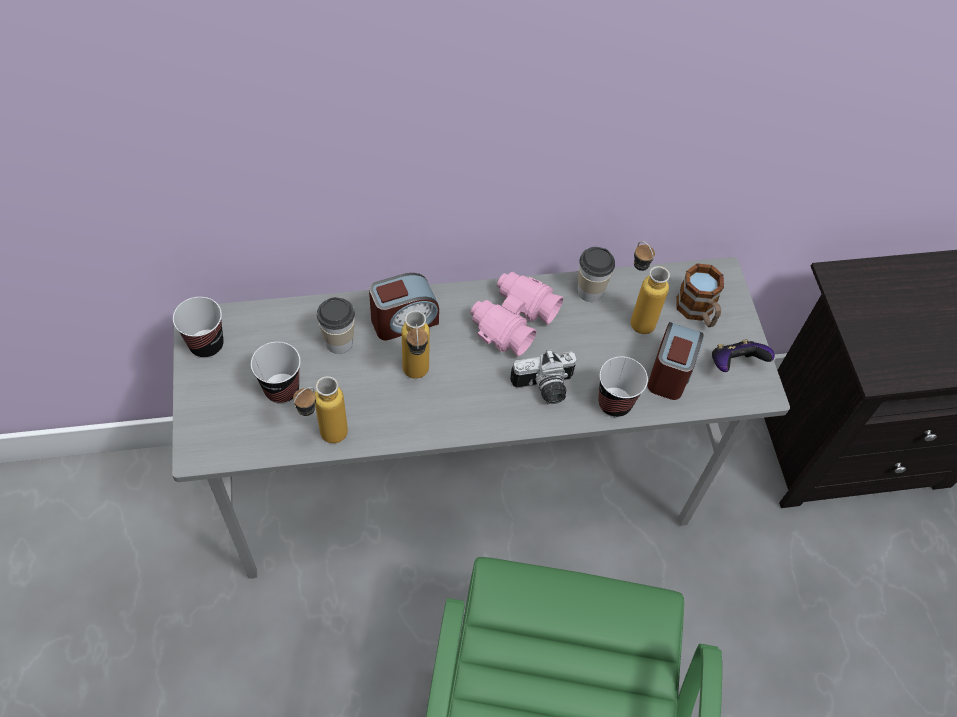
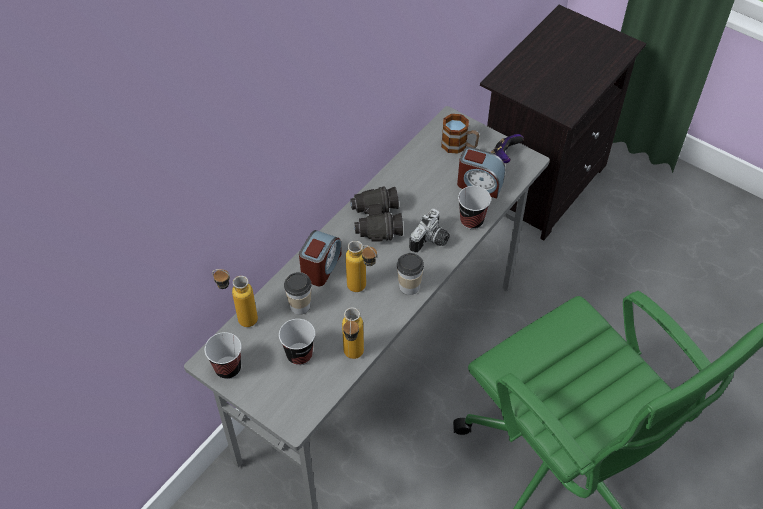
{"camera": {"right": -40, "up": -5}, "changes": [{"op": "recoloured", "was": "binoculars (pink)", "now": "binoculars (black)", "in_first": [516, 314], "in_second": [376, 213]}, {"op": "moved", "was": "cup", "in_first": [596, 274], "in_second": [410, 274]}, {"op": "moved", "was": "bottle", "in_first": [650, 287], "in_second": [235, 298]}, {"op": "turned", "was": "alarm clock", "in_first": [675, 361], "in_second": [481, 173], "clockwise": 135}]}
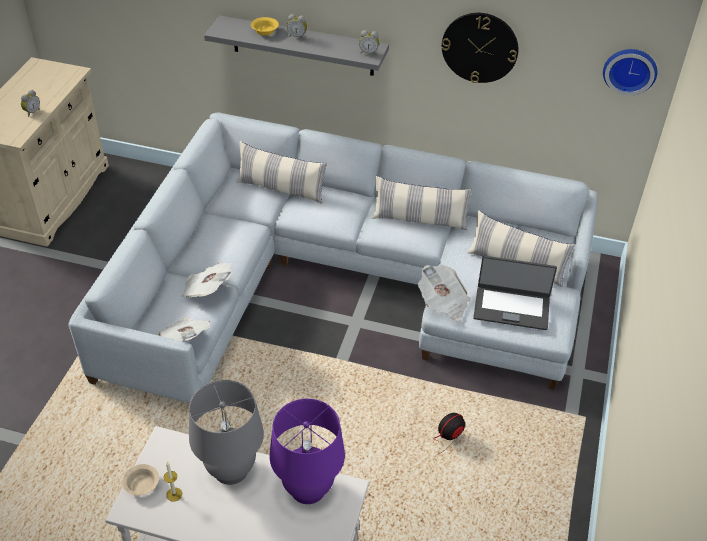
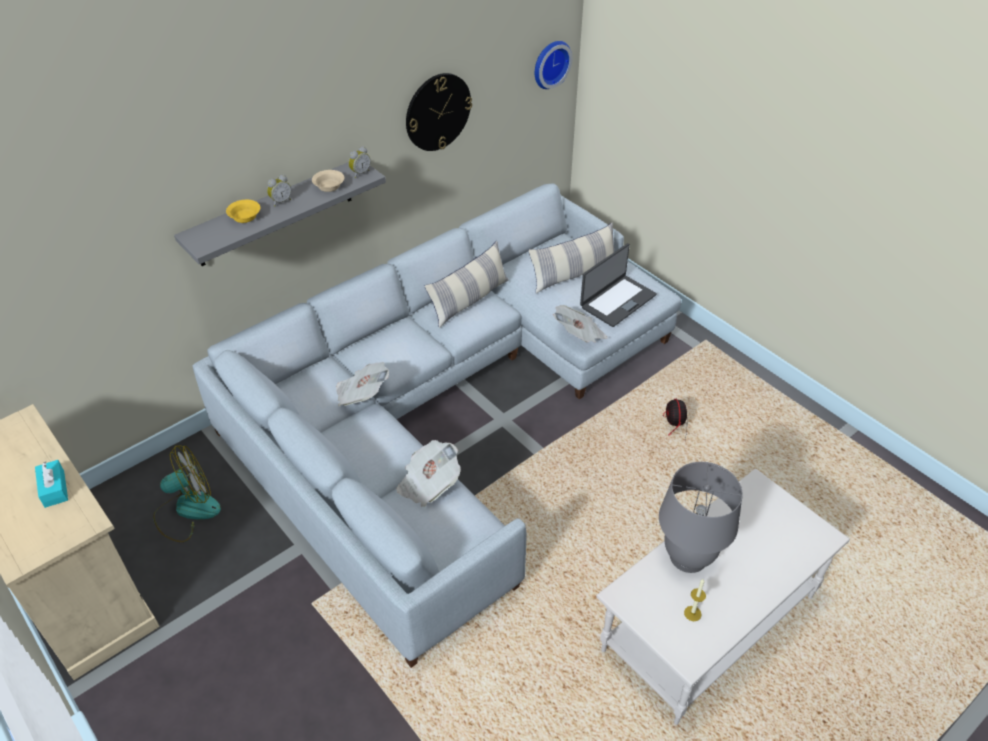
{"camera": {"right": -55, "up": 0}, "changes": [{"op": "replaced", "was": "alarm clock", "now": "tissue box (turquoise)", "in_first": [30, 103], "in_second": [51, 484]}, {"op": "moved", "was": "bowl (beige)", "in_first": [140, 480], "in_second": [328, 181]}, {"op": "moved", "was": "newspaper", "in_first": [183, 330], "in_second": [362, 384]}, {"op": "removed", "was": "pillow", "in_first": [281, 172]}, {"op": "removed", "was": "table lamp (purple)", "in_first": [307, 451]}, {"op": "added", "now": "fan", "in_second": [187, 494]}]}
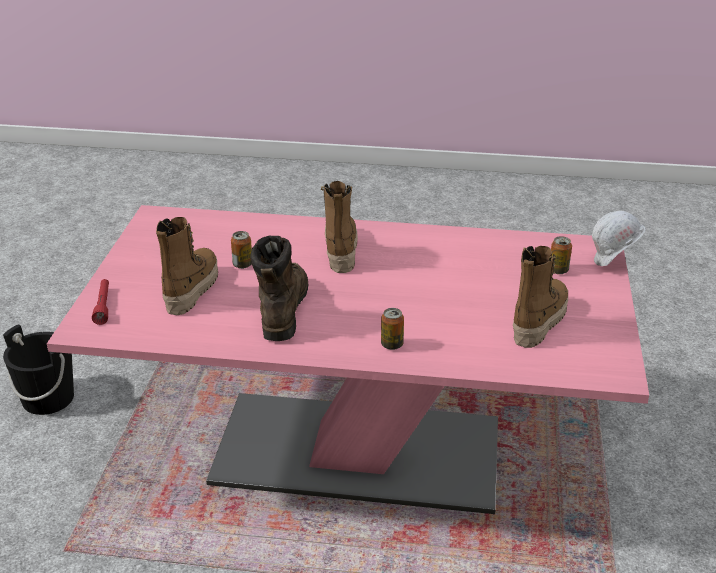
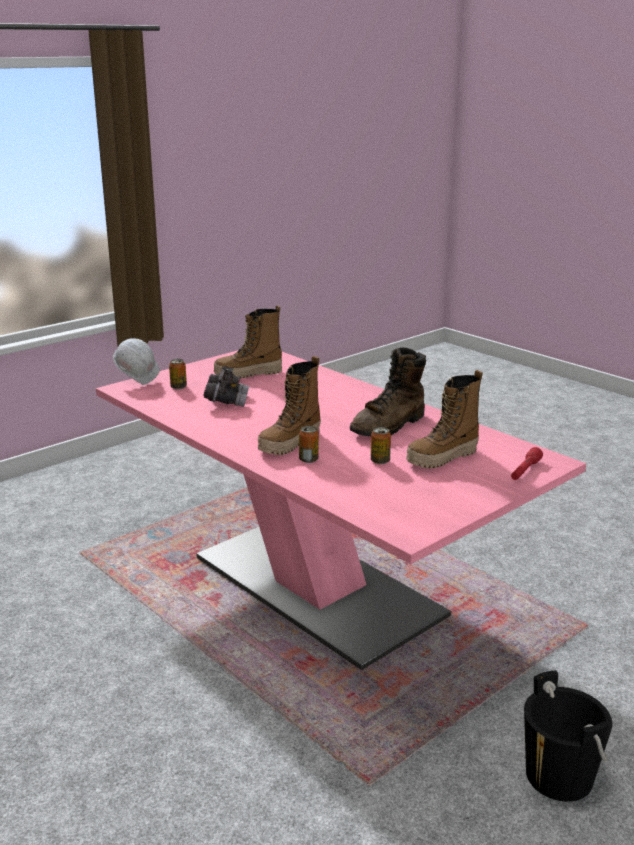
{"camera": {"right": -140, "up": -10}, "changes": [{"op": "moved", "was": "can", "in_first": [392, 329], "in_second": [309, 444]}, {"op": "added", "now": "binoculars (grey)", "in_second": [226, 387]}]}
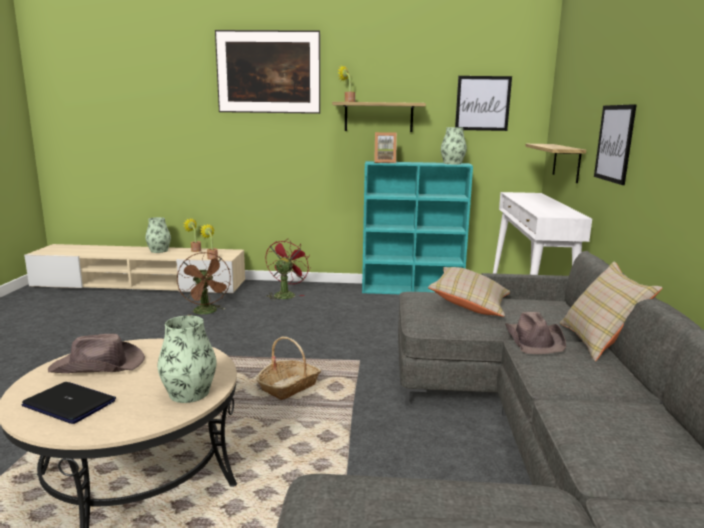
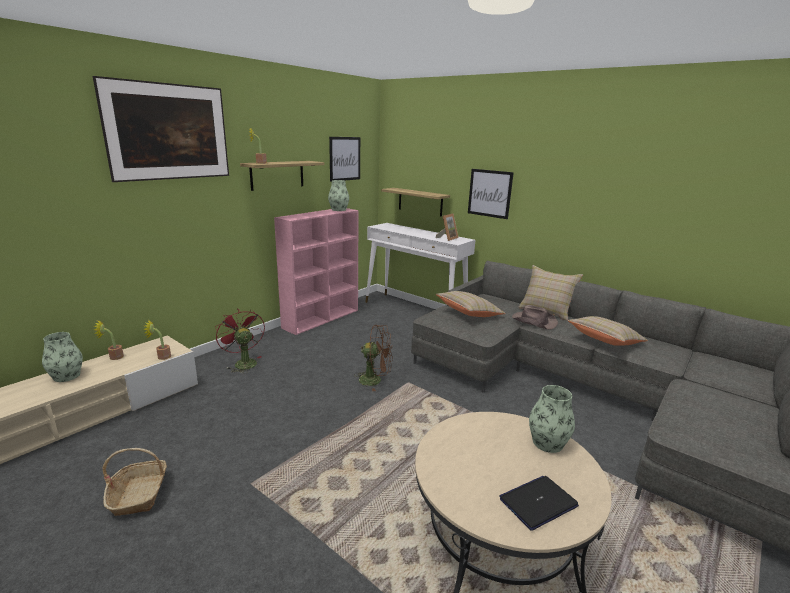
{"camera": {"right": -55, "up": 5}, "changes": [{"op": "removed", "was": "hat (brown)", "in_first": [96, 353]}, {"op": "moved", "was": "fan (brown)", "in_first": [204, 284], "in_second": [374, 358]}, {"op": "moved", "was": "basket", "in_first": [289, 368], "in_second": [135, 482]}, {"op": "recoloured", "was": "bookcase (turquoise)", "now": "bookcase (pink)", "in_first": [417, 227], "in_second": [316, 271]}, {"op": "moved", "was": "picture frame", "in_first": [385, 147], "in_second": [447, 227]}, {"op": "added", "now": "pillow (beige)", "in_second": [608, 330]}]}
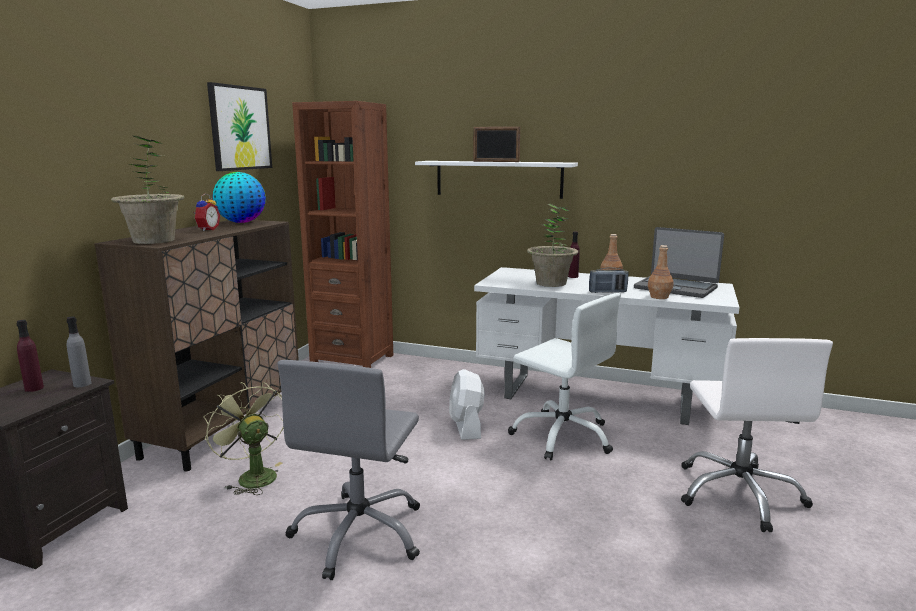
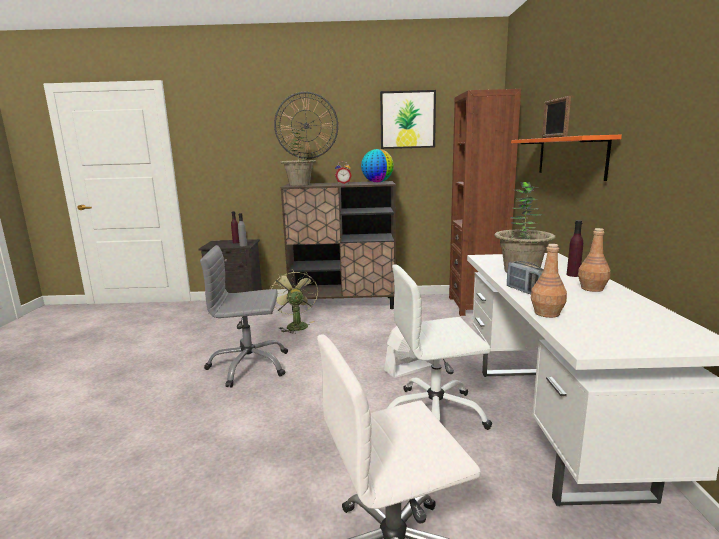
{"camera": {"right": 70, "up": 0}, "changes": [{"op": "turned", "was": "fan (green)", "in_first": [243, 438], "in_second": [294, 301], "clockwise": -45}, {"op": "recoloured", "was": "shelf (white)", "now": "shelf (orange)", "in_first": [496, 180], "in_second": [566, 158]}, {"op": "turned", "was": "office chair (white)", "in_first": [564, 376], "in_second": [440, 347], "clockwise": 60}, {"op": "removed", "was": "laptop", "in_first": [679, 262]}, {"op": "added", "now": "wall clock", "in_second": [306, 125]}]}
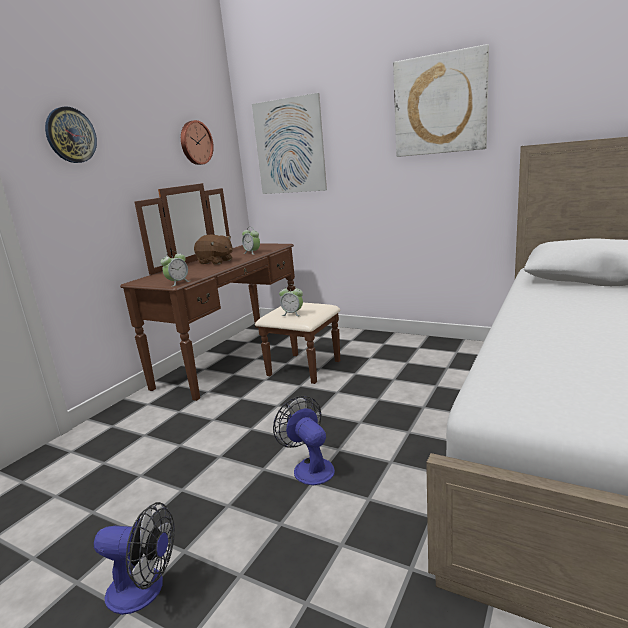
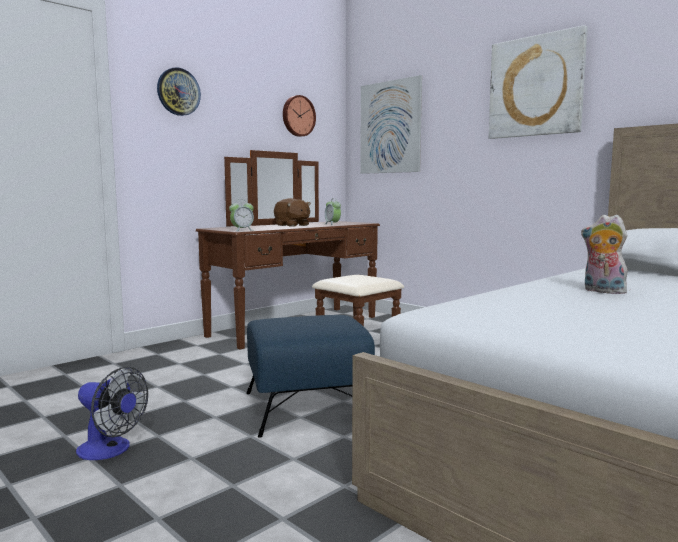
{"camera": {"right": 15, "up": -10}, "changes": [{"op": "replaced", "was": "fan", "now": "ottoman (blue)", "in_first": [304, 440], "in_second": [310, 376]}, {"op": "removed", "was": "alarm clock", "in_first": [291, 301]}, {"op": "added", "now": "plush toy", "in_second": [605, 254]}]}
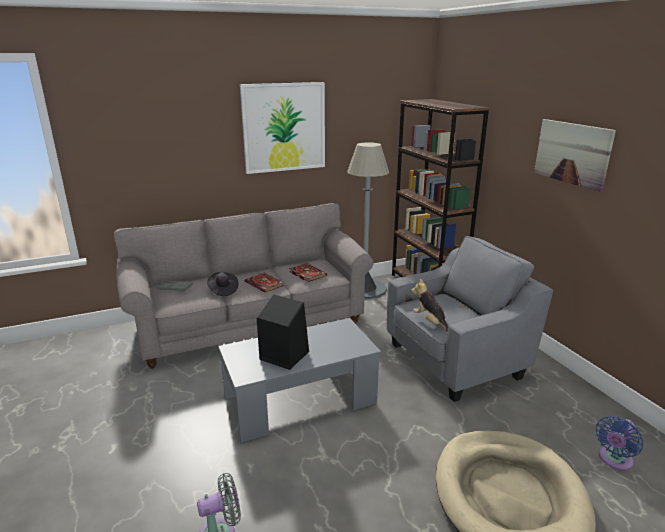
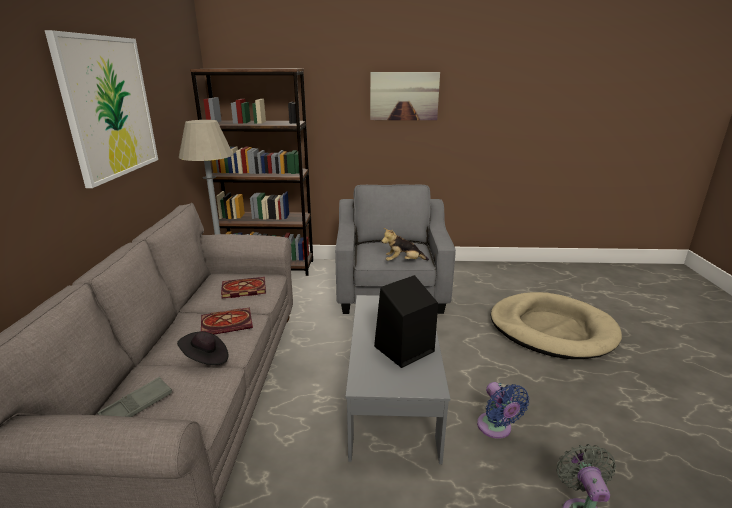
{"camera": {"right": -65, "up": 0}, "changes": [{"op": "moved", "was": "fan (blue)", "in_first": [619, 443], "in_second": [503, 410]}]}
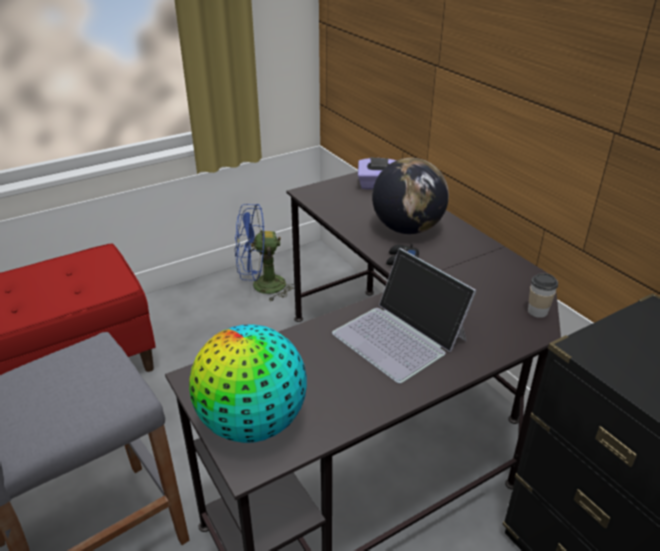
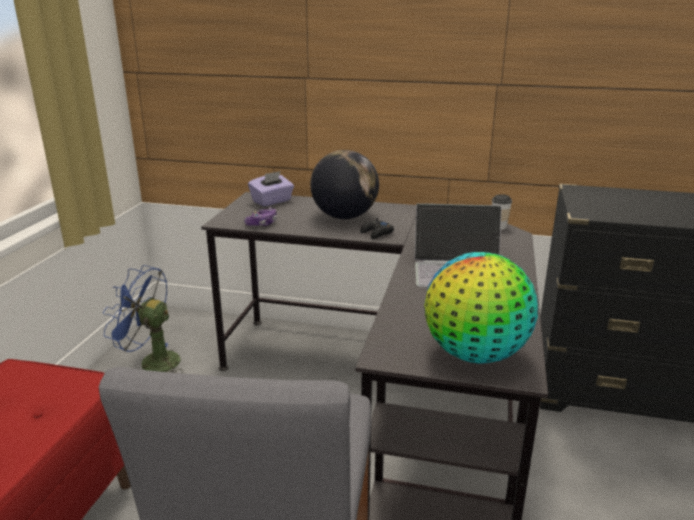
{"camera": {"right": -45, "up": -10}, "changes": [{"op": "turned", "was": "fan (blue)", "in_first": [265, 253], "in_second": [143, 319], "clockwise": 75}, {"op": "added", "now": "game controller", "in_second": [260, 216]}]}
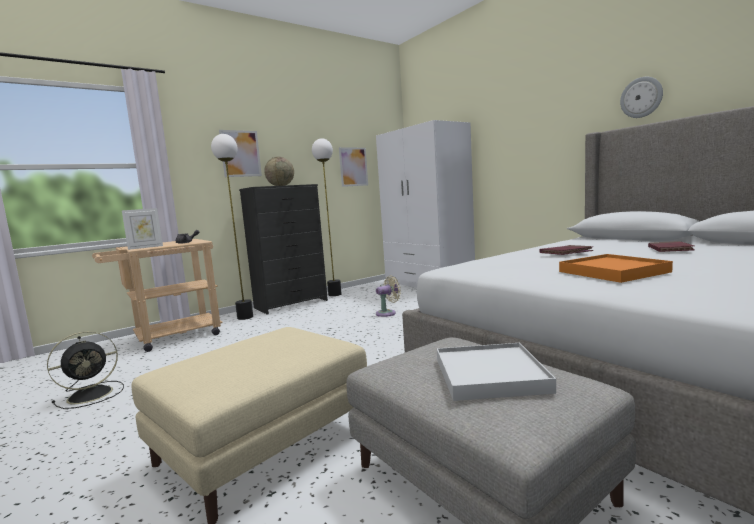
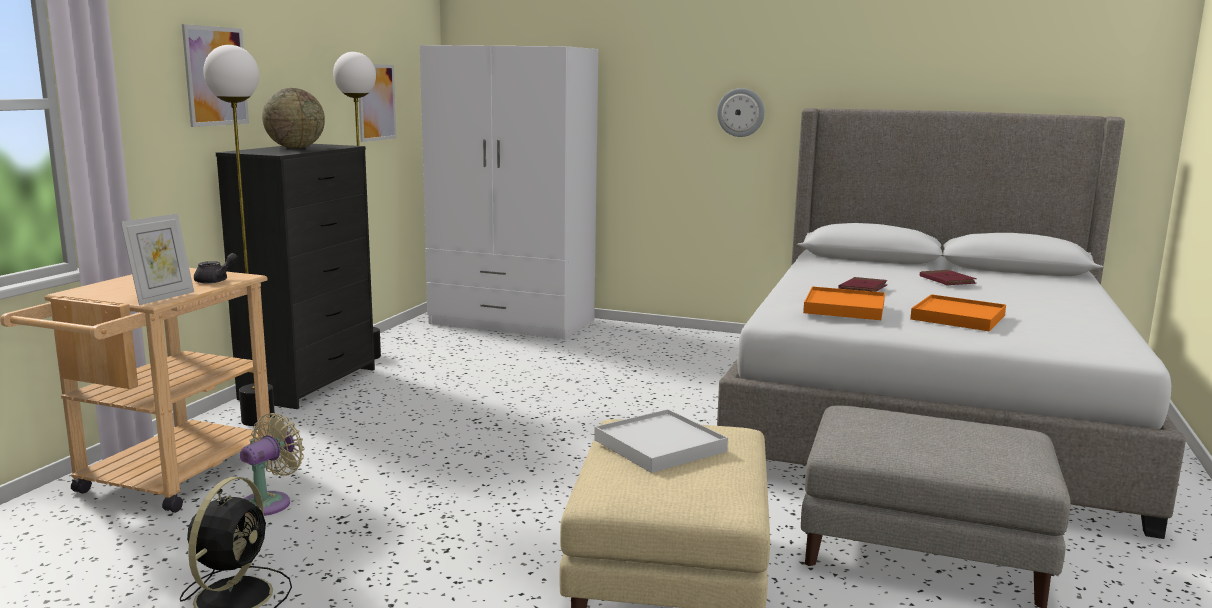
{"camera": {"right": -35, "up": 5}, "changes": [{"op": "moved", "was": "fan (beige)", "in_first": [388, 296], "in_second": [272, 464]}, {"op": "moved", "was": "tray (white)", "in_first": [496, 372], "in_second": [661, 441]}, {"op": "moved", "was": "wall clock", "in_first": [641, 97], "in_second": [741, 112]}, {"op": "added", "now": "tray (orange)", "in_second": [844, 303]}]}
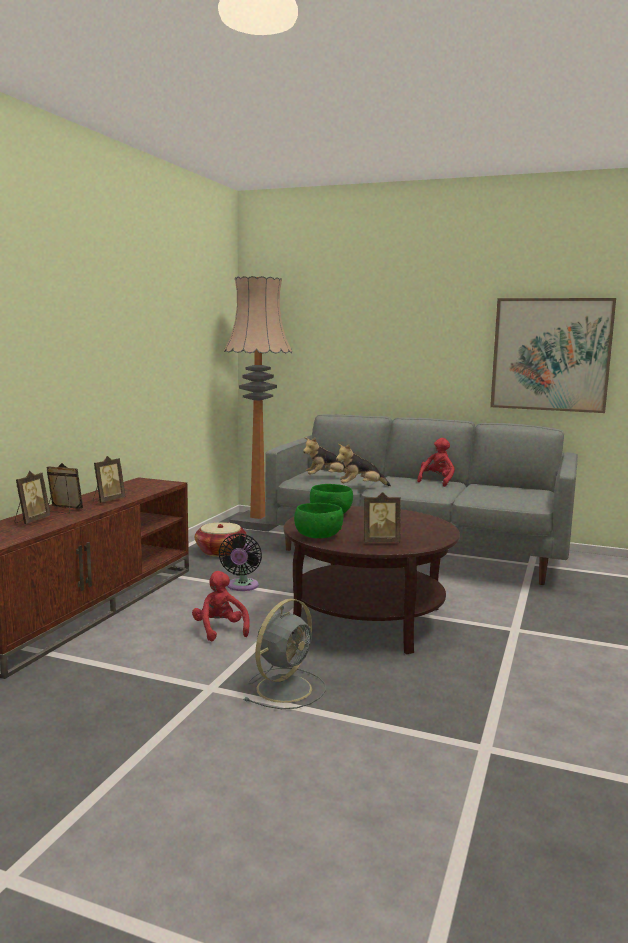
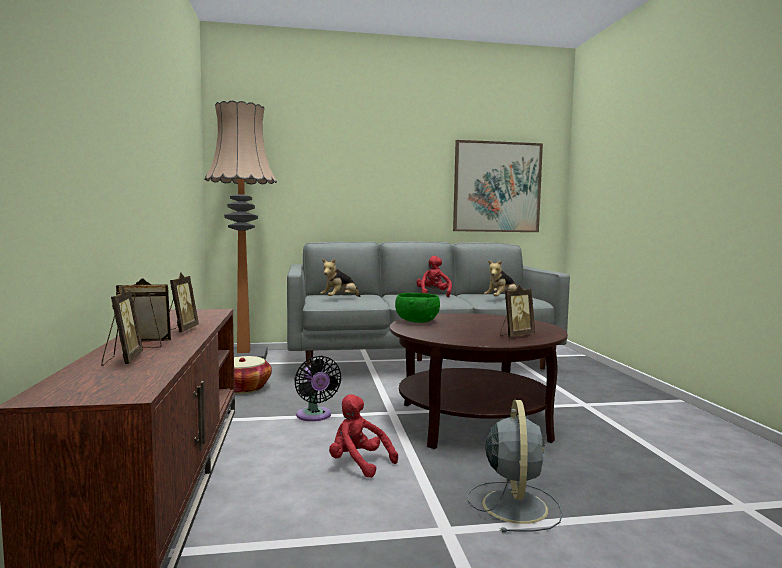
{"camera": {"right": -30, "up": -5}, "changes": [{"op": "removed", "was": "bowl (green)", "in_first": [319, 520]}, {"op": "moved", "was": "plush toy", "in_first": [363, 465], "in_second": [500, 278]}]}
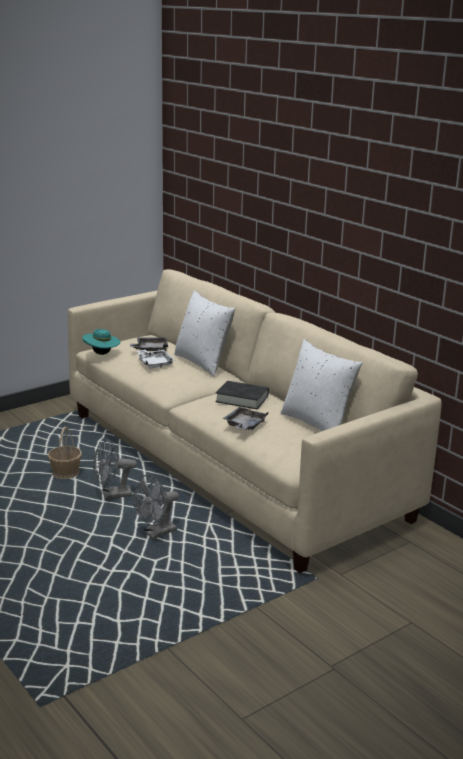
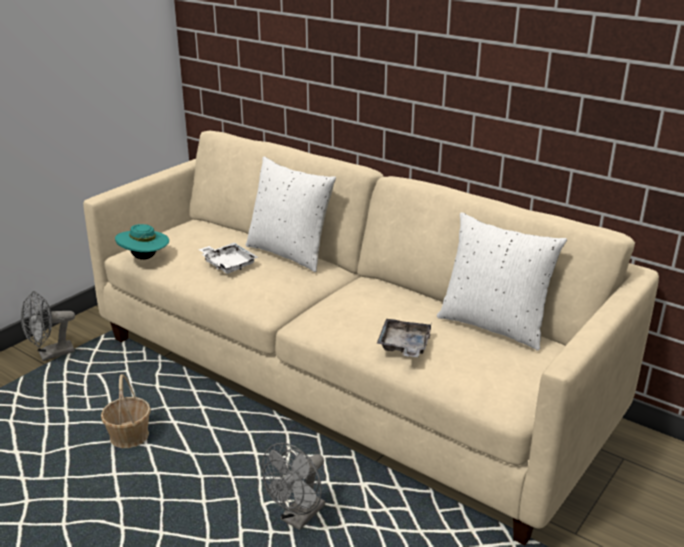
{"camera": {"right": -15, "up": 5}, "changes": [{"op": "moved", "was": "fan (grey)", "in_first": [115, 469], "in_second": [48, 326]}, {"op": "removed", "was": "tray (grey)", "in_first": [149, 344]}, {"op": "removed", "was": "book (black)", "in_first": [242, 395]}]}
